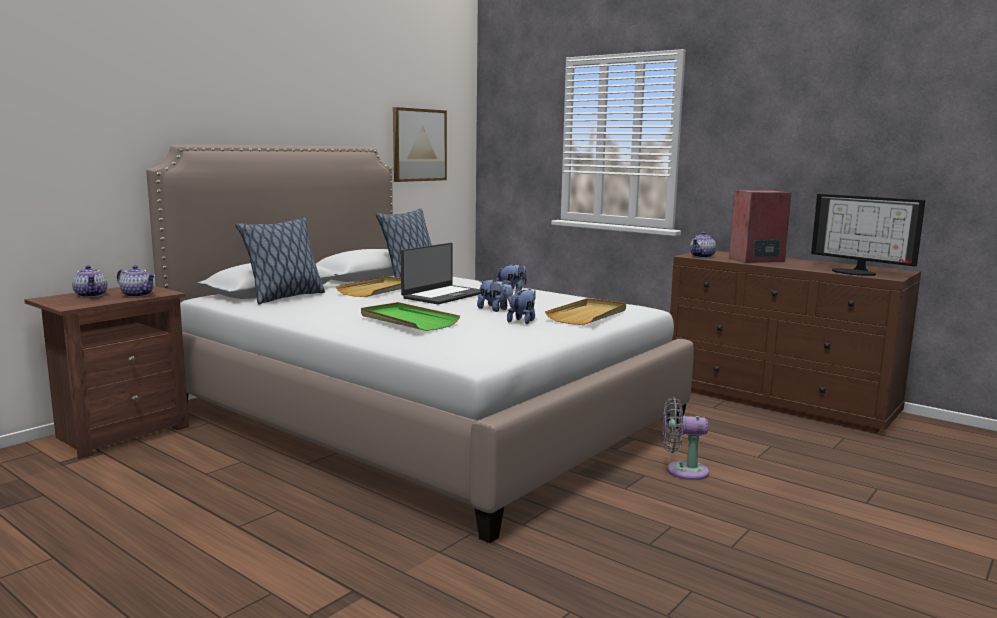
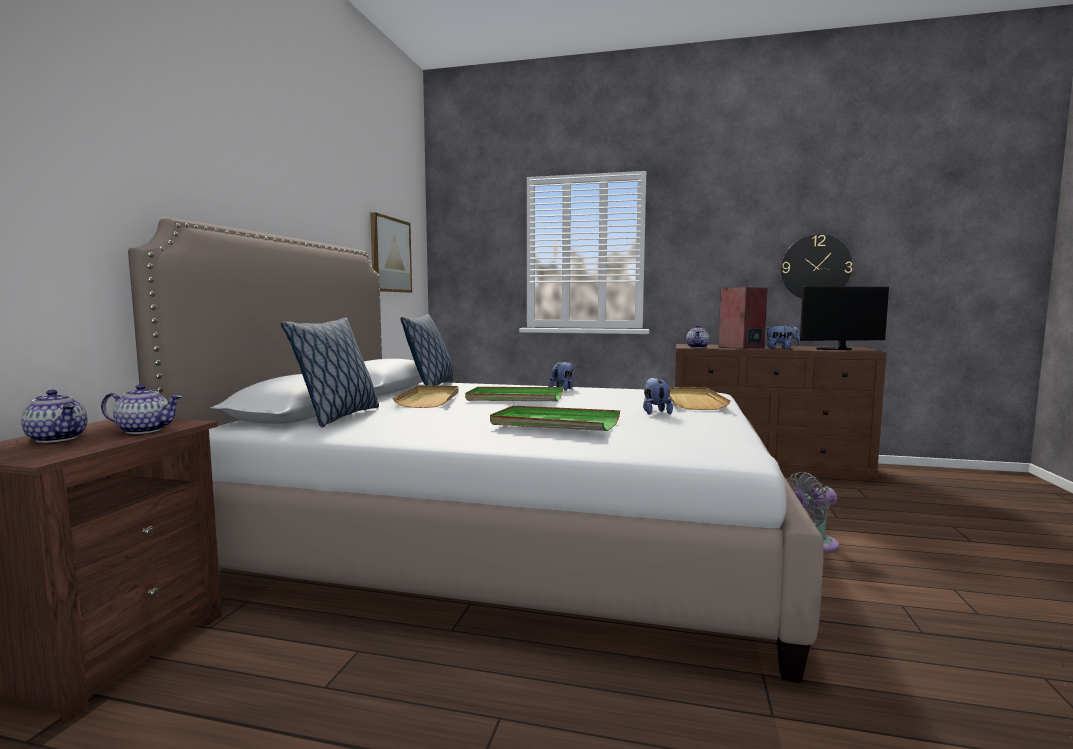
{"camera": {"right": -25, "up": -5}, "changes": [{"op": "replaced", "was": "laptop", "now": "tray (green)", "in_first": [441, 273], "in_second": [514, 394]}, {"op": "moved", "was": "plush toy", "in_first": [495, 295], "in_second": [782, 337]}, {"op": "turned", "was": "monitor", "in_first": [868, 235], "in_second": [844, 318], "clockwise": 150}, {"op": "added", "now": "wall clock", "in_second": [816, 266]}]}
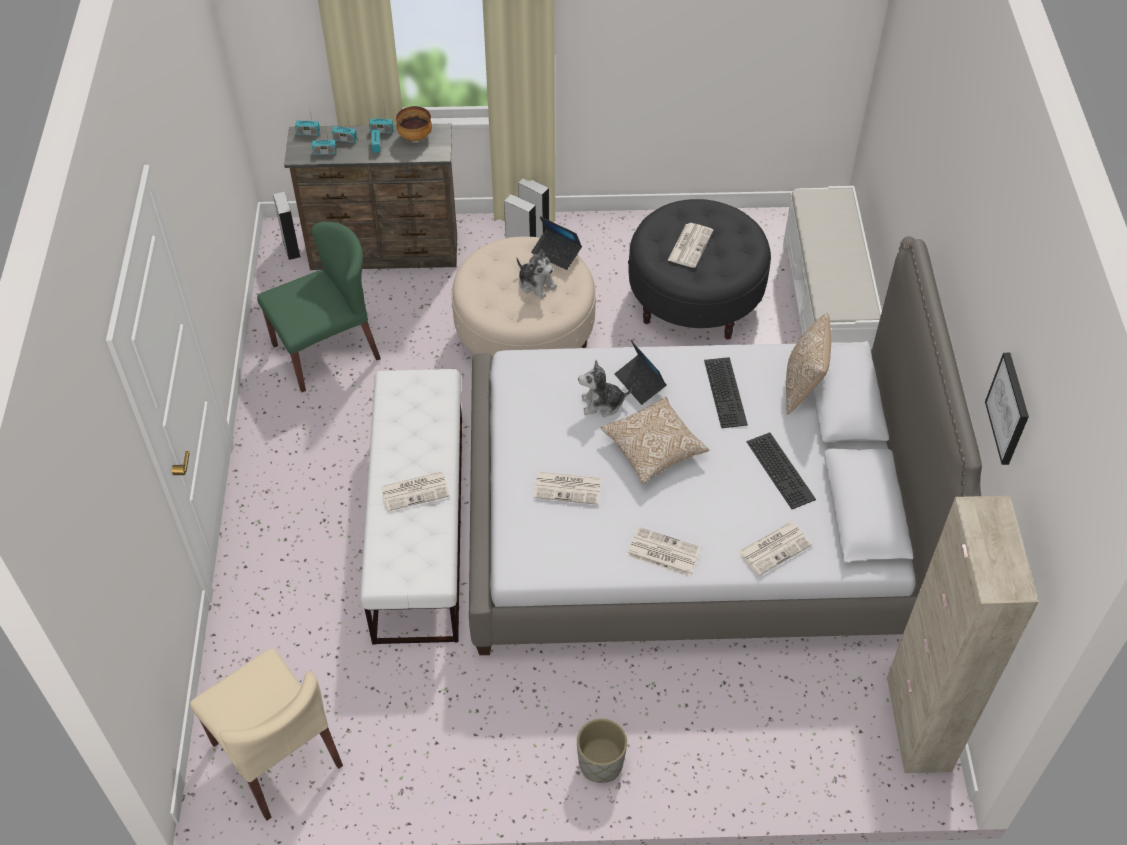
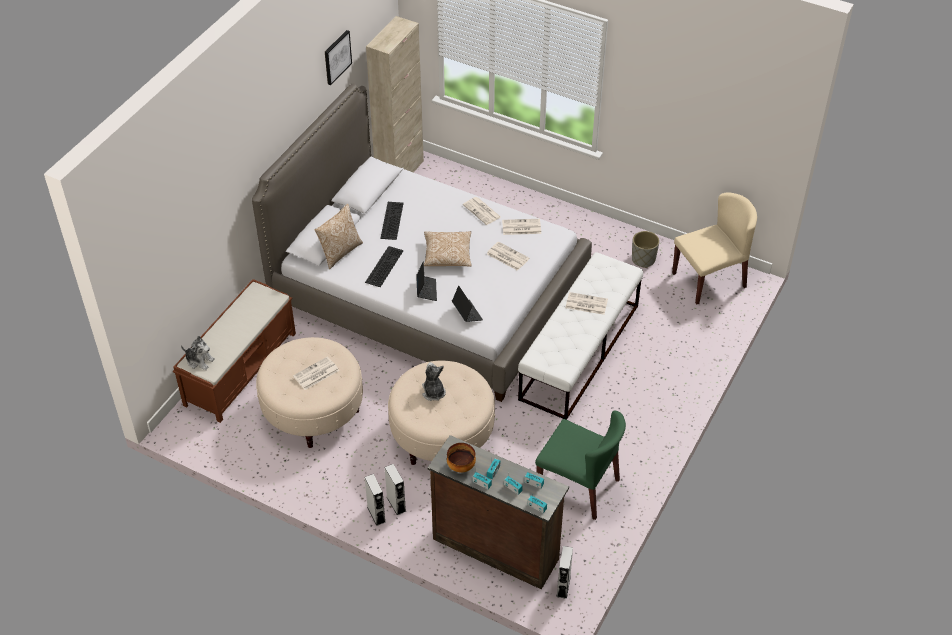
{"camera": {"right": -150, "up": -5}, "changes": [{"op": "turned", "was": "chair (beige)", "in_first": [266, 734], "in_second": [714, 248], "clockwise": 75}, {"op": "turned", "was": "chair (green)", "in_first": [319, 306], "in_second": [580, 465], "clockwise": -150}, {"op": "moved", "was": "laptop", "in_first": [556, 243], "in_second": [467, 303]}, {"op": "moved", "was": "planter (grey)", "in_first": [602, 750], "in_second": [646, 249]}, {"op": "moved", "was": "plush toy", "in_first": [605, 388], "in_second": [198, 353]}, {"op": "recoloured", "was": "ottoman (black)", "now": "ottoman (beige)", "in_first": [699, 269], "in_second": [309, 392]}, {"op": "moved", "was": "newspaper", "in_first": [775, 549], "in_second": [521, 227]}, {"op": "recoloured", "was": "bench (white)", "now": "bench (brown)", "in_first": [832, 267], "in_second": [234, 351]}]}
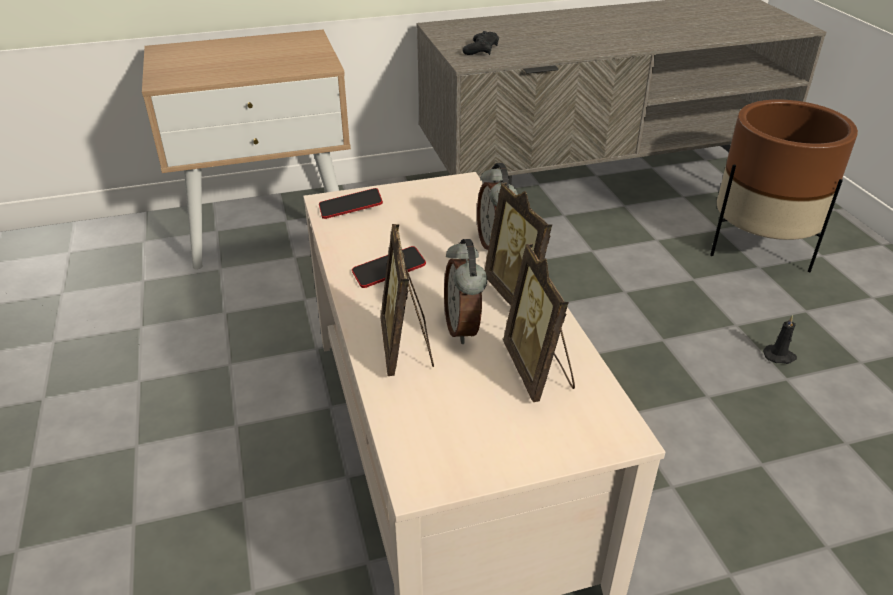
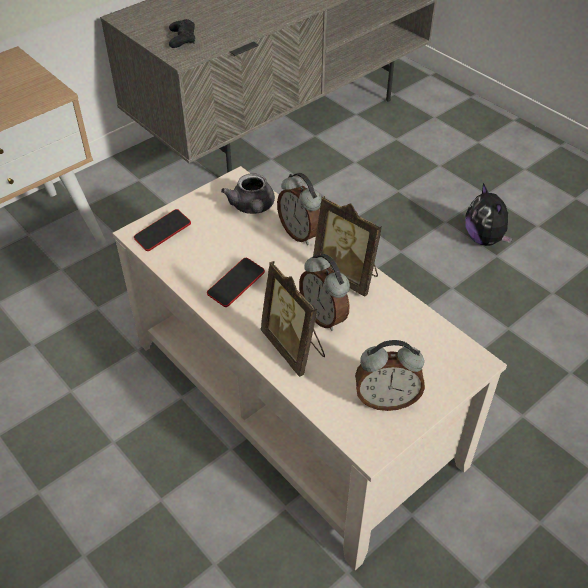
{"camera": {"right": -25, "up": 10}, "changes": [{"op": "removed", "was": "picture frame", "in_first": [539, 323]}, {"op": "removed", "was": "planter (brown)", "in_first": [784, 185]}, {"op": "replaced", "was": "candle (black)", "now": "plush toy", "in_first": [780, 339], "in_second": [489, 214]}, {"op": "added", "now": "teapot (grey)", "in_second": [248, 193]}, {"op": "added", "now": "alarm clock", "in_second": [390, 375]}]}
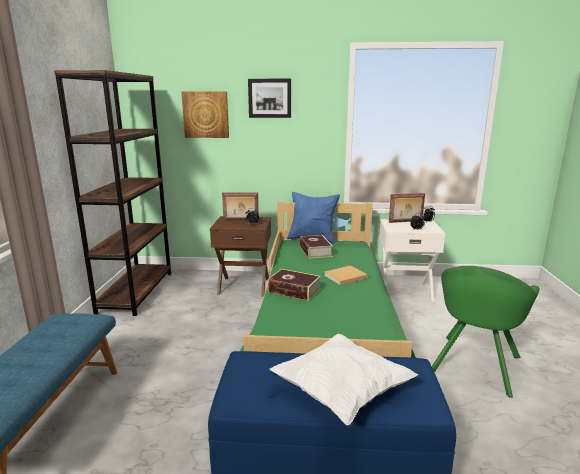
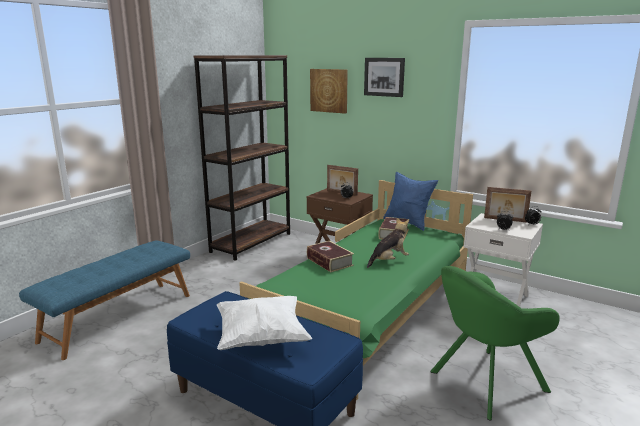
{"camera": {"right": 30, "up": 0}, "changes": [{"op": "replaced", "was": "book (beige)", "now": "plush toy", "in_first": [346, 275], "in_second": [388, 243]}]}
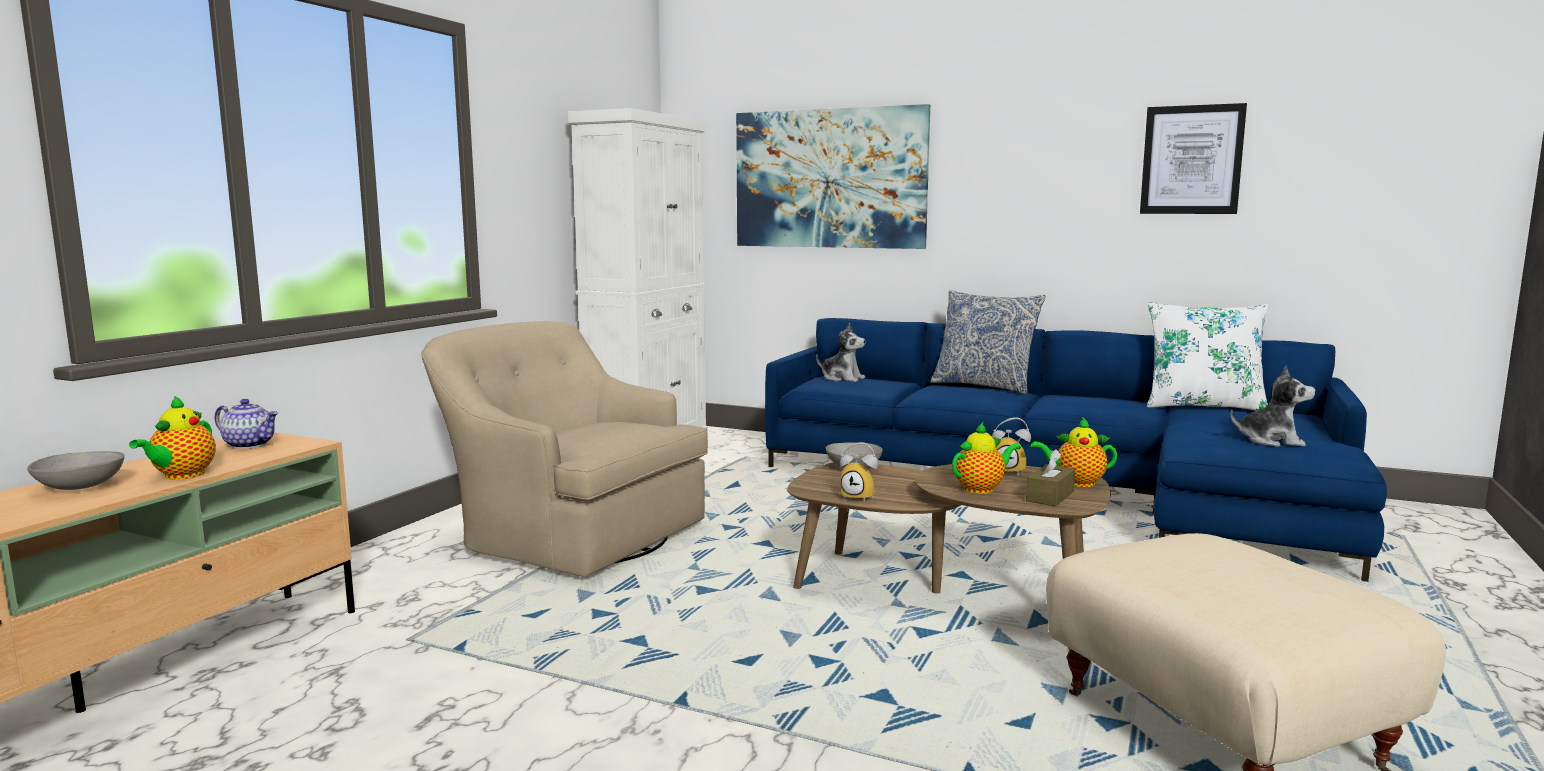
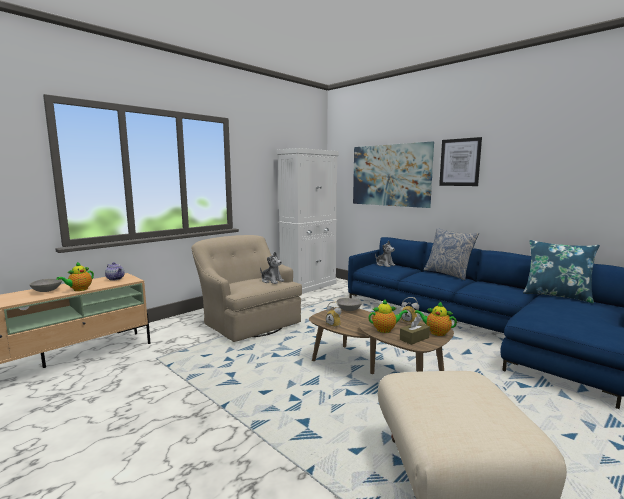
{"camera": {"right": 20, "up": 0}, "changes": [{"op": "moved", "was": "picture", "in_first": [1193, 158], "in_second": [460, 161]}, {"op": "recoloured", "was": "pillow (white)", "now": "pillow (blue)", "in_first": [1208, 356], "in_second": [561, 271]}, {"op": "moved", "was": "plush toy", "in_first": [1273, 406], "in_second": [272, 268]}]}
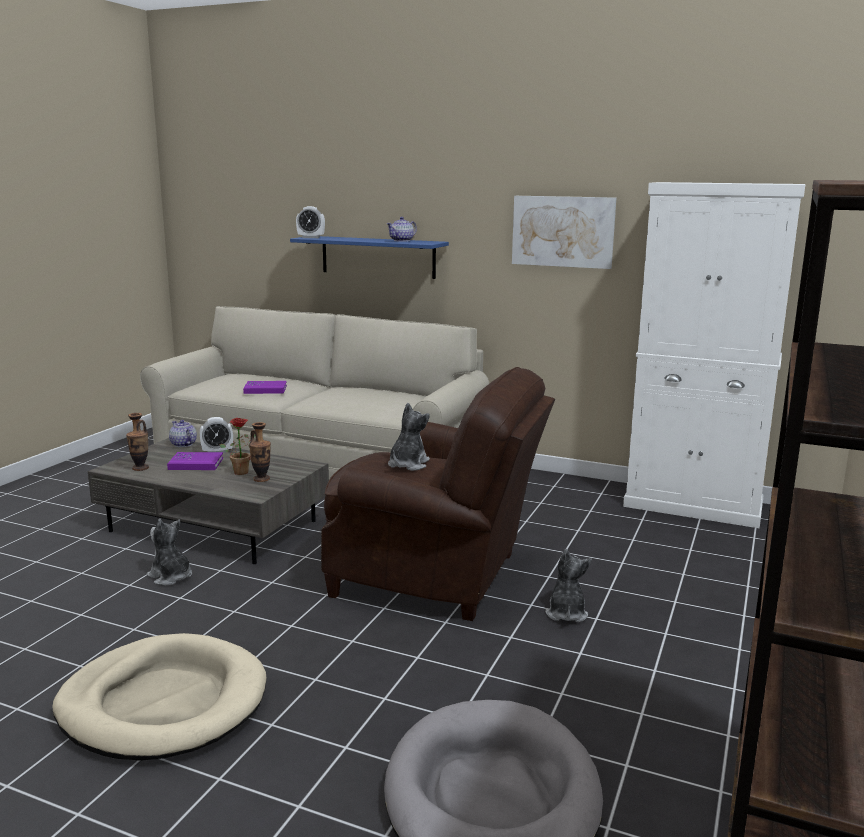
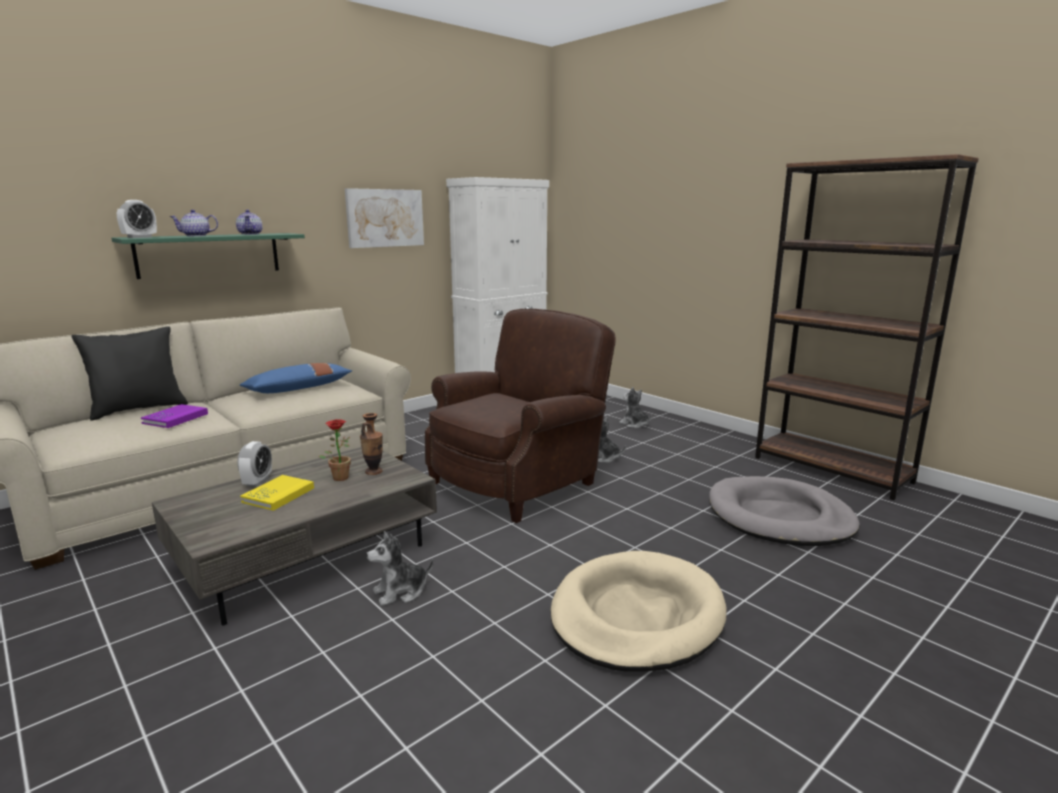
{"camera": {"right": -65, "up": 0}, "changes": [{"op": "removed", "was": "vase", "in_first": [137, 442]}, {"op": "recoloured", "was": "book (purple)", "now": "book (yellow)", "in_first": [195, 461], "in_second": [277, 493]}, {"op": "moved", "was": "teapot", "in_first": [183, 433], "in_second": [194, 223]}, {"op": "recoloured", "was": "shelf (blue)", "now": "shelf (green)", "in_first": [369, 257], "in_second": [208, 256]}, {"op": "moved", "was": "plush toy", "in_first": [409, 437], "in_second": [635, 407]}, {"op": "added", "now": "pillow (black)", "in_second": [129, 373]}, {"op": "added", "now": "pillow (blue)", "in_second": [296, 378]}]}
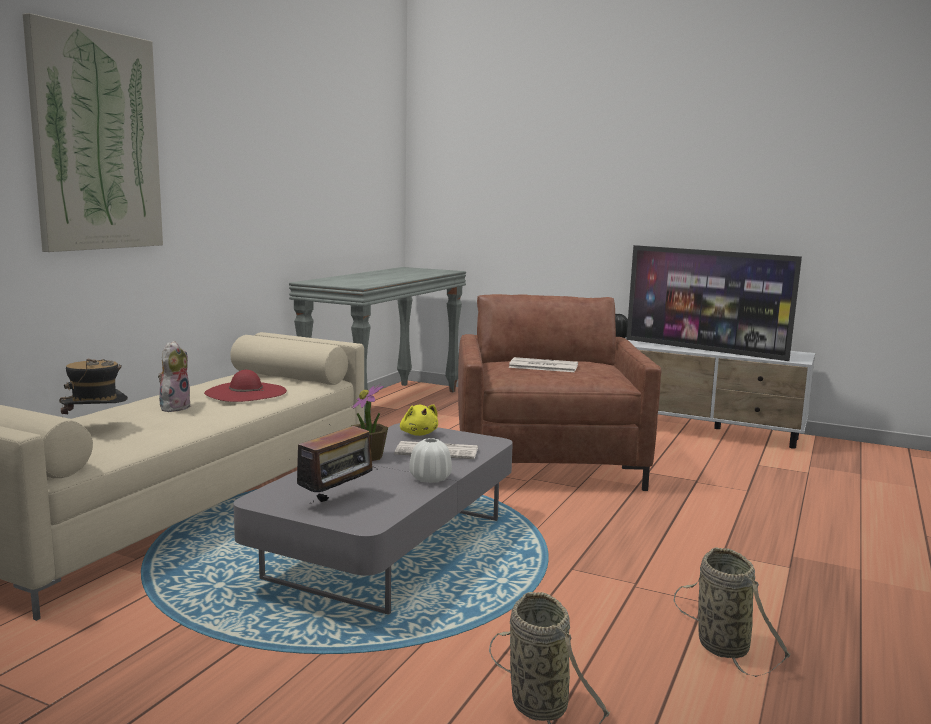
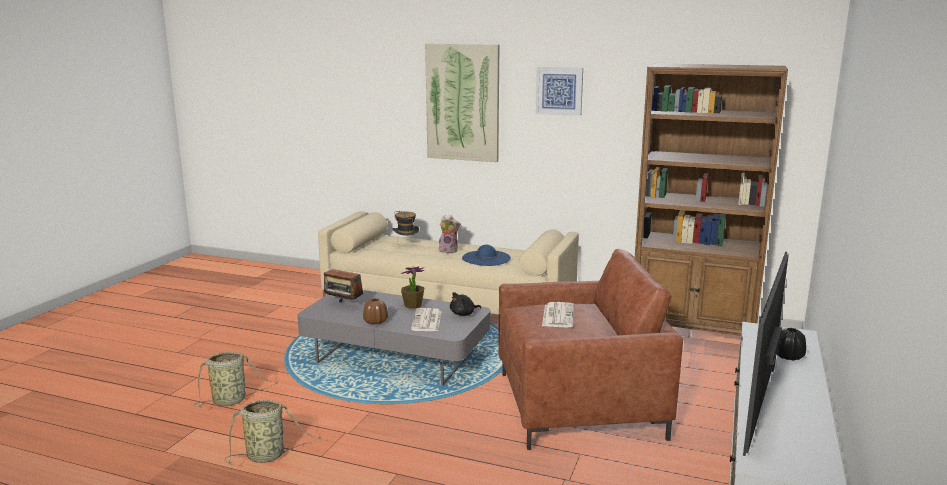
{"camera": {"right": 85, "up": 5}, "changes": [{"op": "recoloured", "was": "hat (red)", "now": "hat (blue)", "in_first": [245, 386], "in_second": [486, 255]}, {"op": "replaced", "was": "console table (grey)", "now": "bookcase (brown)", "in_first": [377, 345], "in_second": [711, 200]}, {"op": "recoloured", "was": "plush toy (yellow)", "now": "plush toy (black)", "in_first": [419, 420], "in_second": [465, 304]}, {"op": "recoloured", "was": "vase (white)", "now": "vase (brown)", "in_first": [430, 460], "in_second": [375, 311]}, {"op": "added", "now": "picture", "in_second": [559, 91]}]}
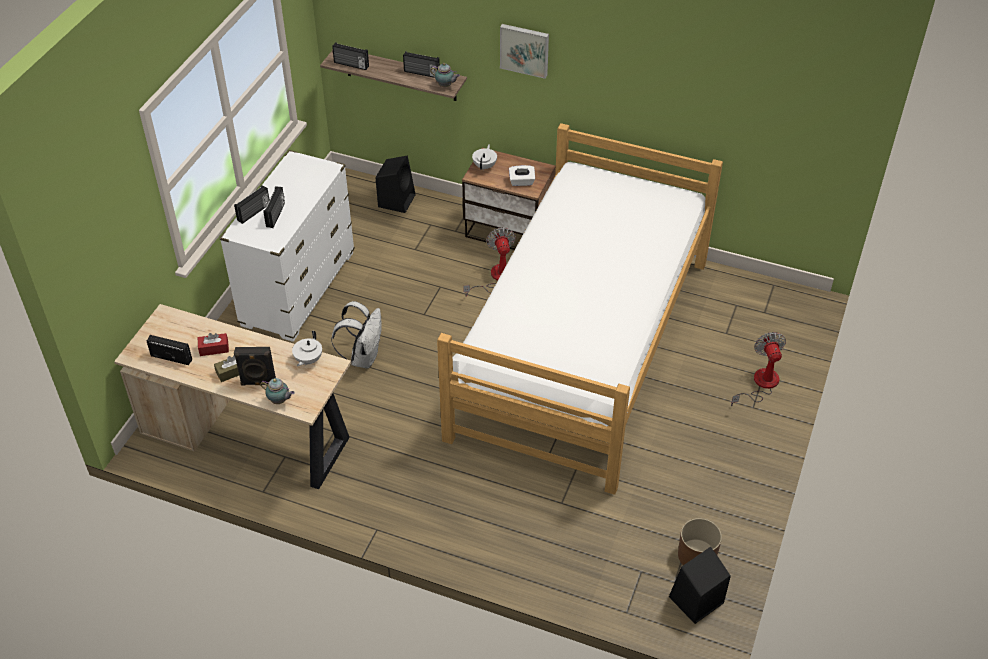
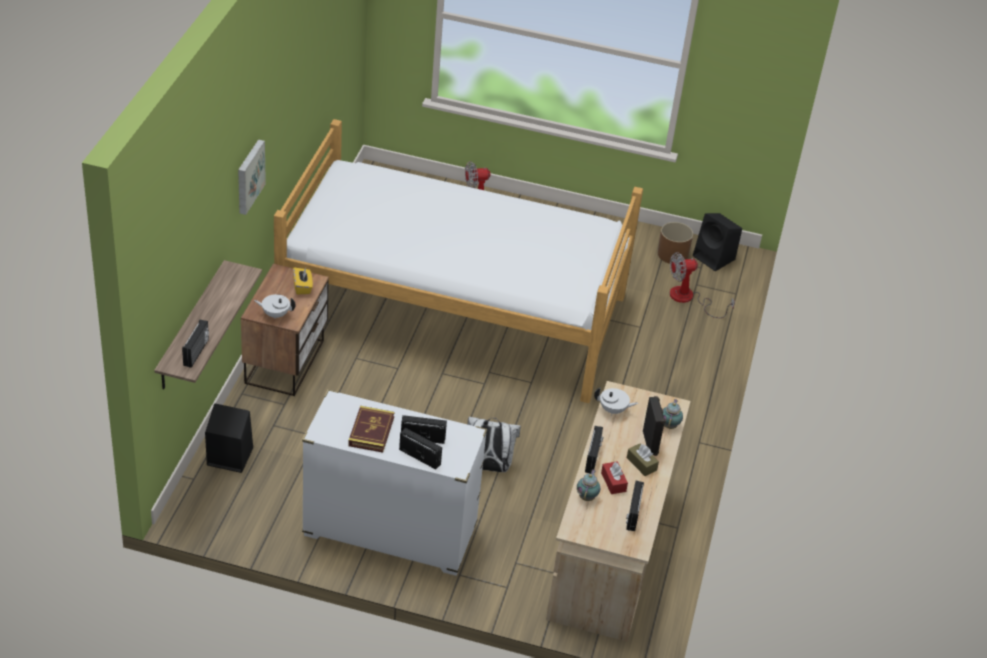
{"camera": {"right": -100, "up": -5}, "changes": [{"op": "moved", "was": "radio", "in_first": [421, 64], "in_second": [594, 450]}, {"op": "moved", "was": "teapot", "in_first": [445, 75], "in_second": [588, 485]}, {"op": "moved", "was": "fan", "in_first": [489, 262], "in_second": [702, 285]}, {"op": "recoloured", "was": "tissue box (white)", "now": "tissue box (yellow)", "in_first": [522, 175], "in_second": [303, 281]}, {"op": "added", "now": "book", "in_second": [371, 429]}]}
